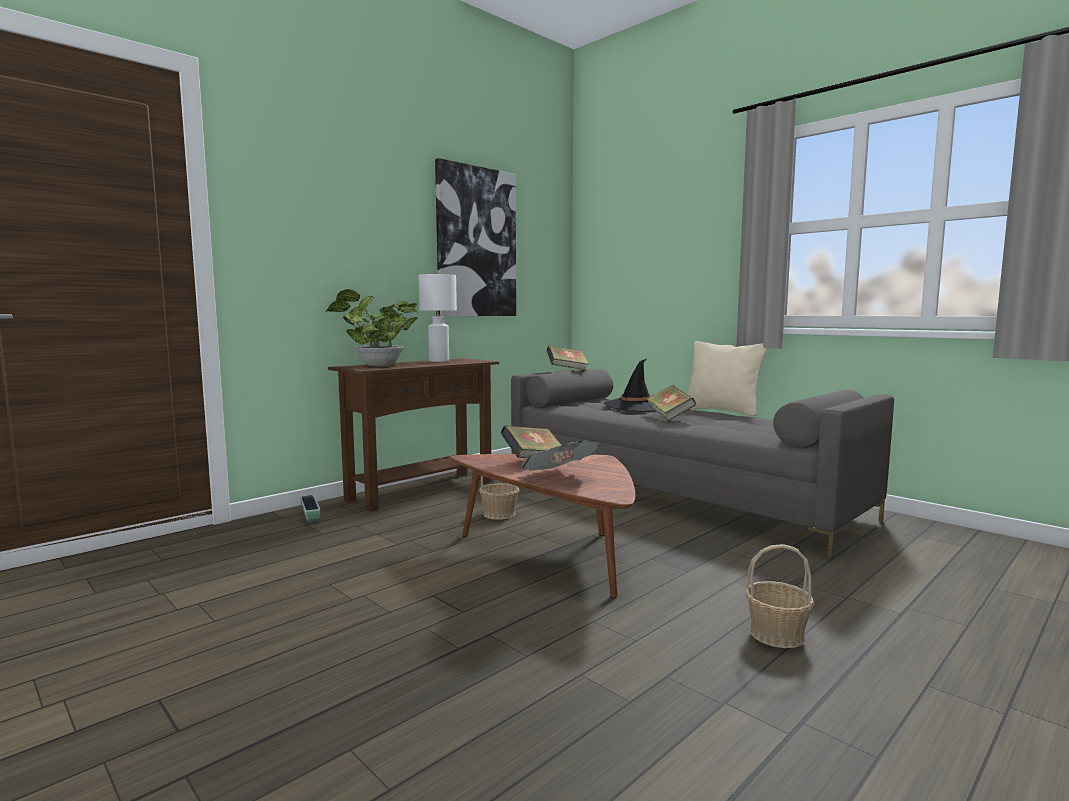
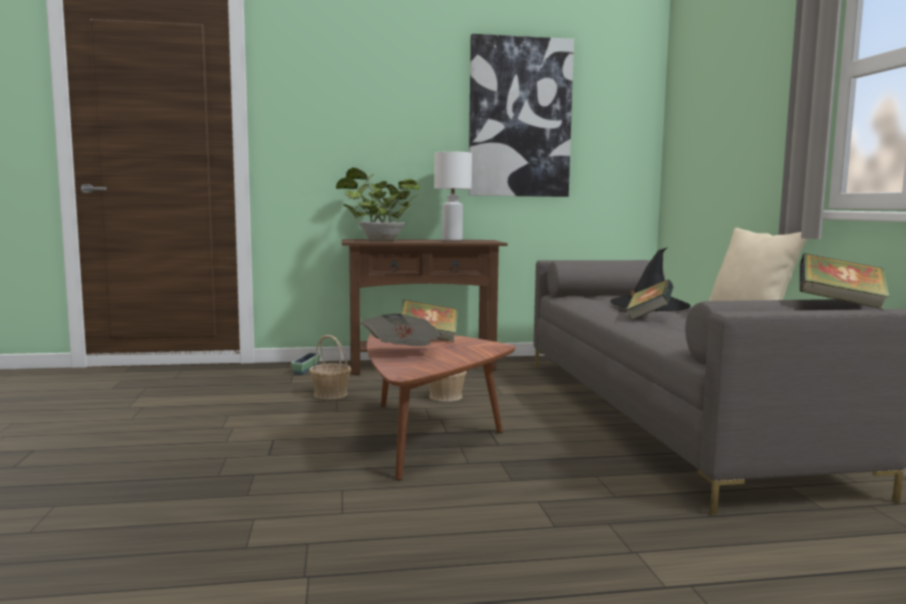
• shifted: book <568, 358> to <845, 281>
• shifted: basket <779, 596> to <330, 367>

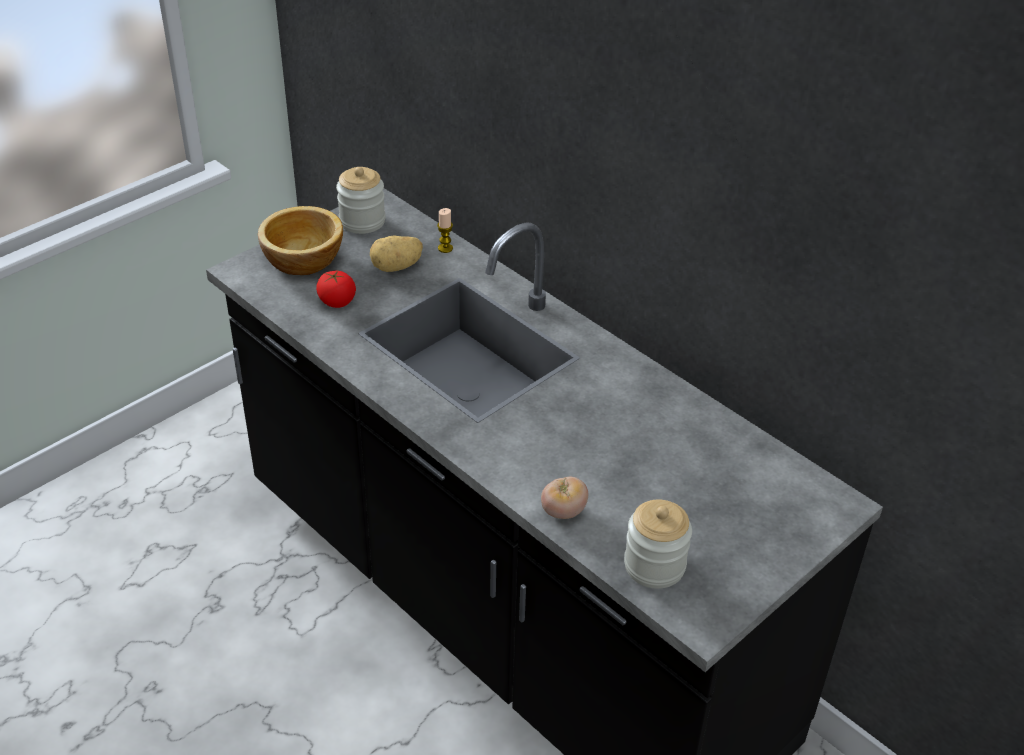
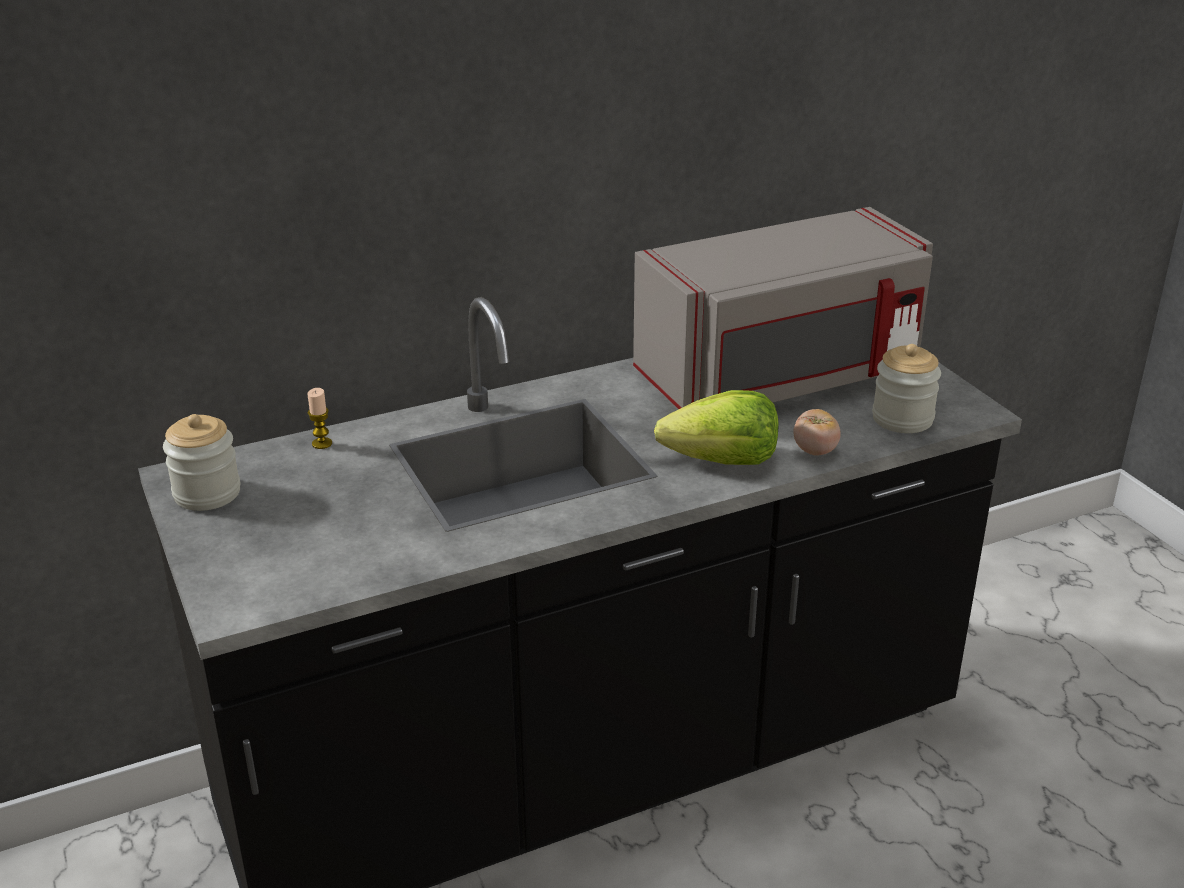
• gone: bowl <300, 240>
• gone: tomato <336, 289>
• gone: potato <396, 254>
• new: grey_microwave <783, 308>
• new: lettuce <716, 427>

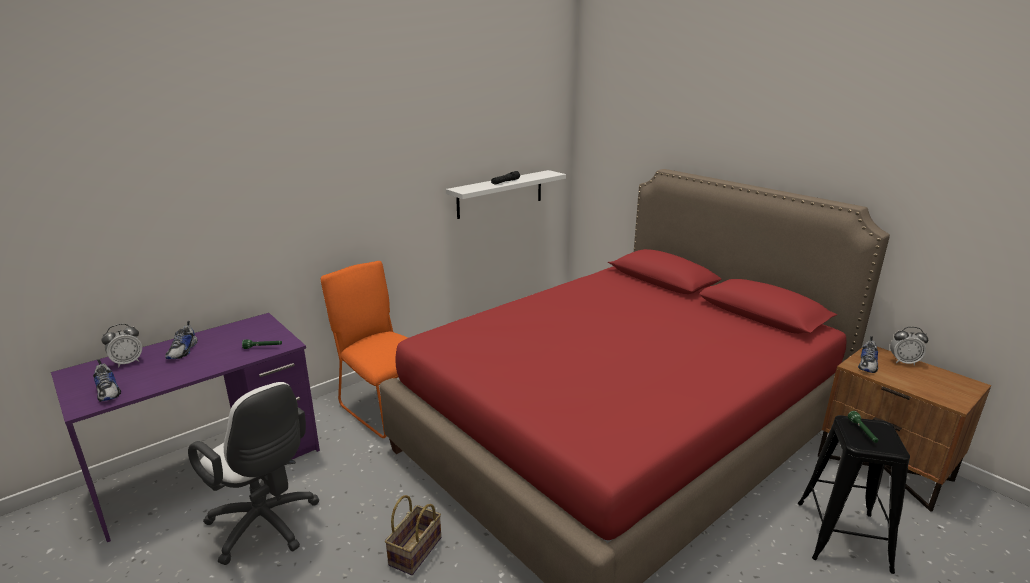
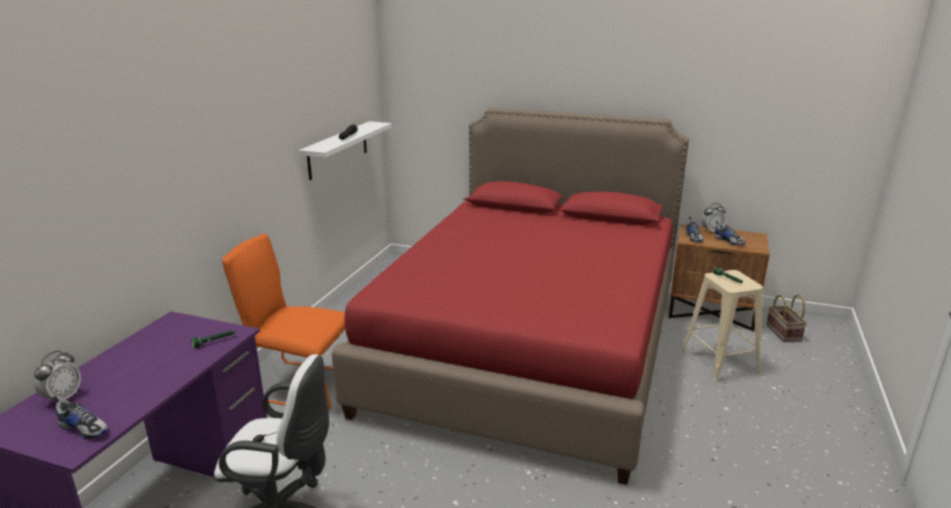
• shifted: shoe <181, 340> to <729, 233>
• shifted: basket <413, 535> to <786, 318>
• repainted: black_stool <854, 494> to beige_stool <721, 326>

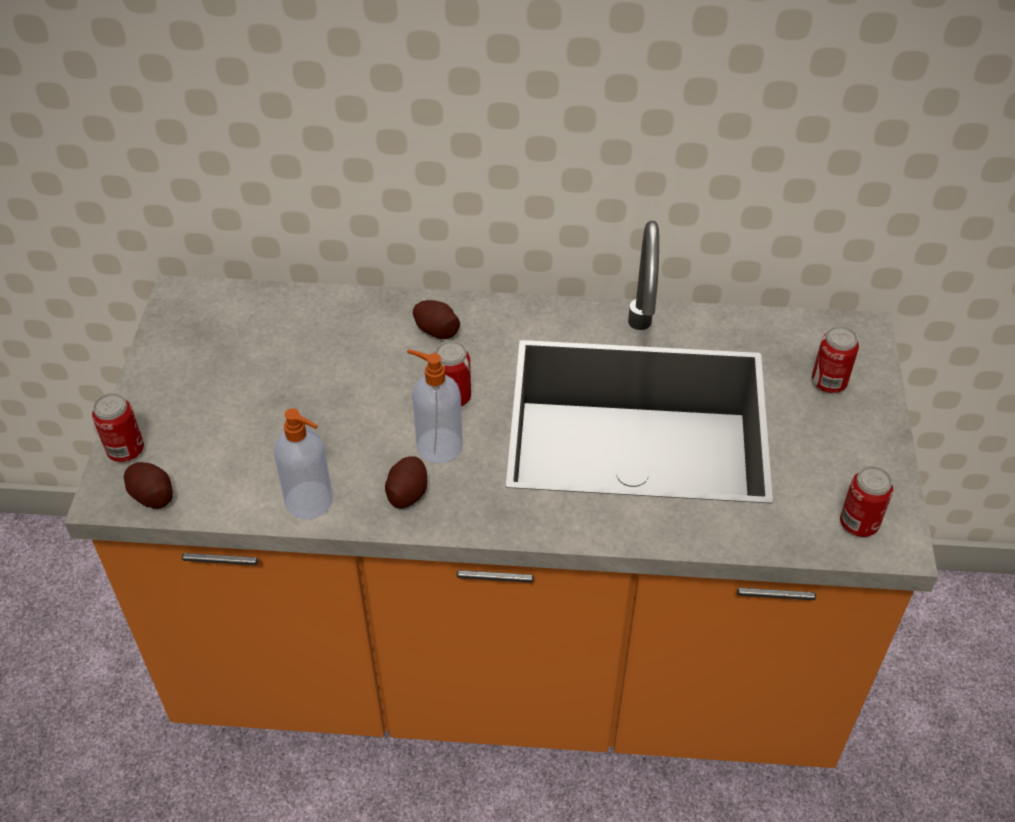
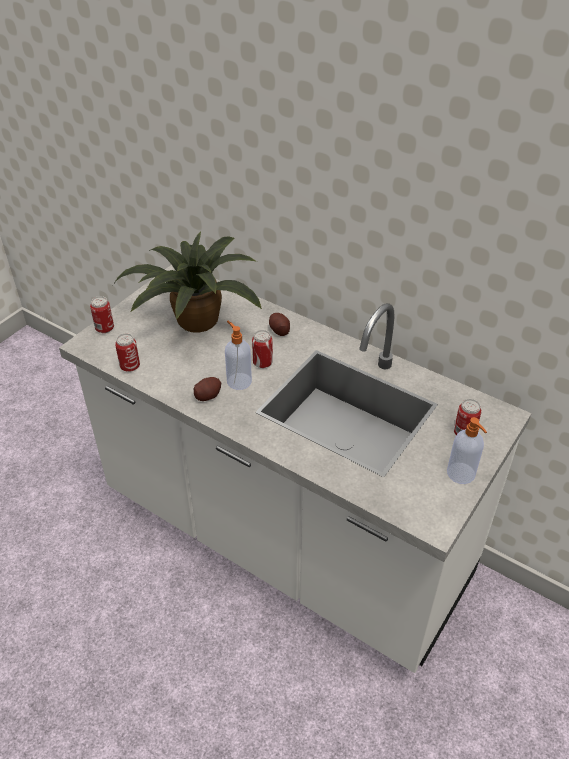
• repainted: orange_counter <501, 494> to white_counter <295, 469>
• gone: potato <148, 485>
• shifted: soap_dispenser <303, 463> to <467, 450>
• shifted: can <866, 501> to <127, 352>
• new: potted_plant <187, 282>

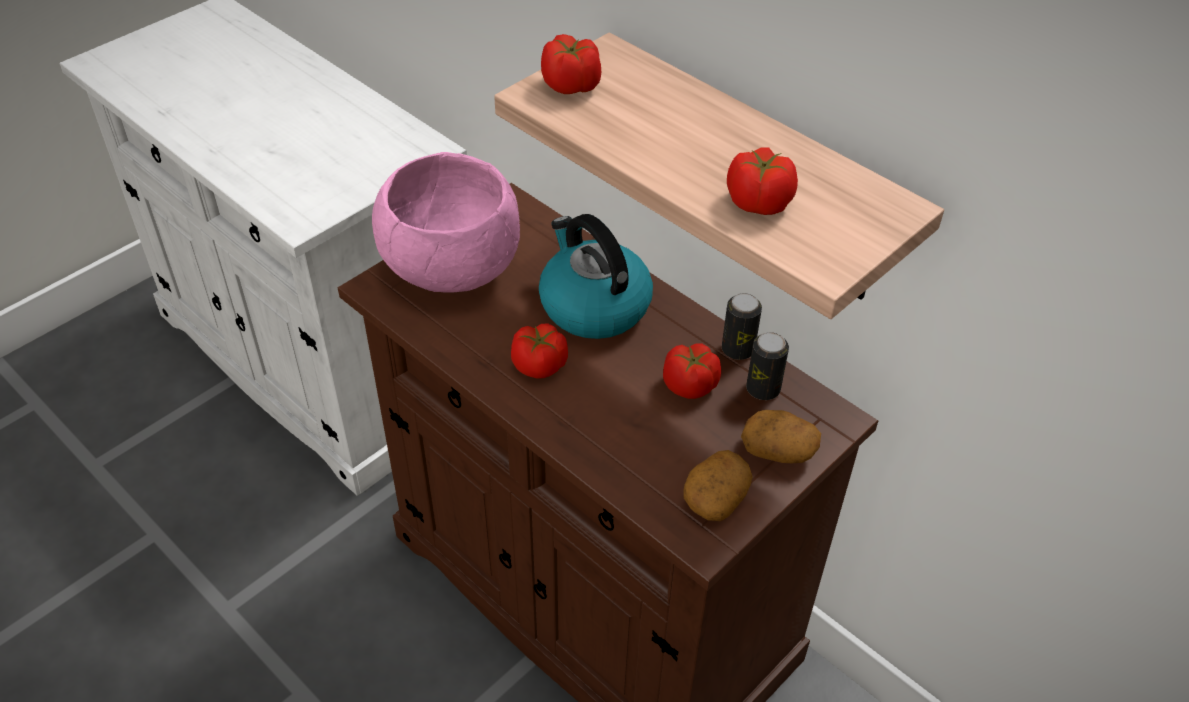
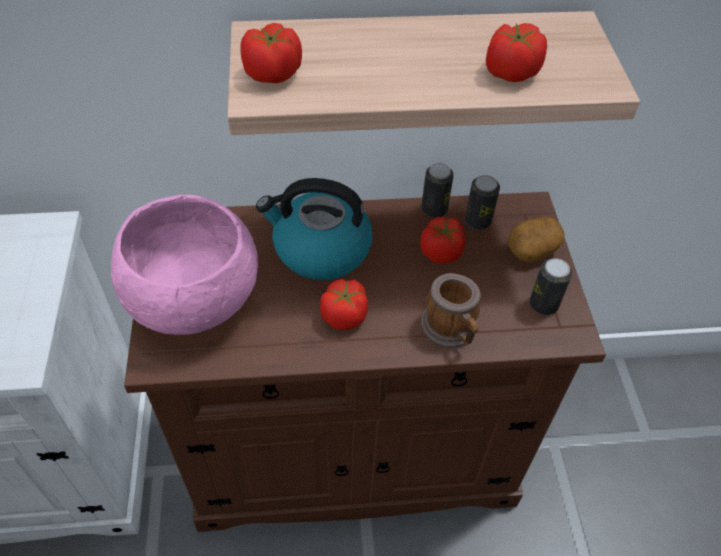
• swapped: potato <718, 485> to can <551, 286>
• new: mug <451, 310>

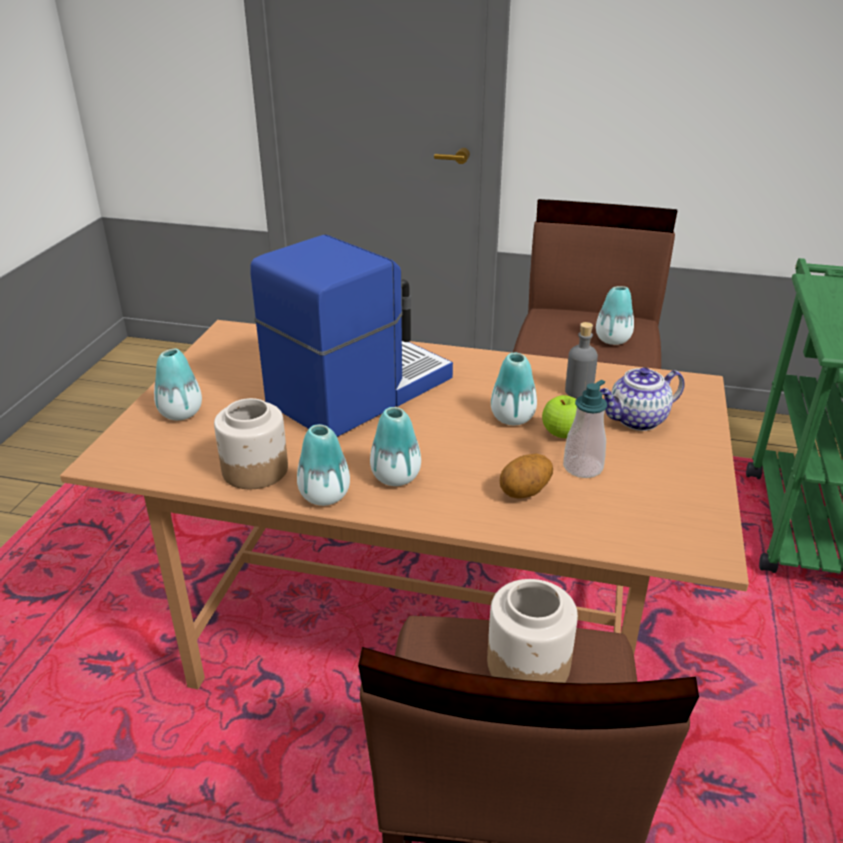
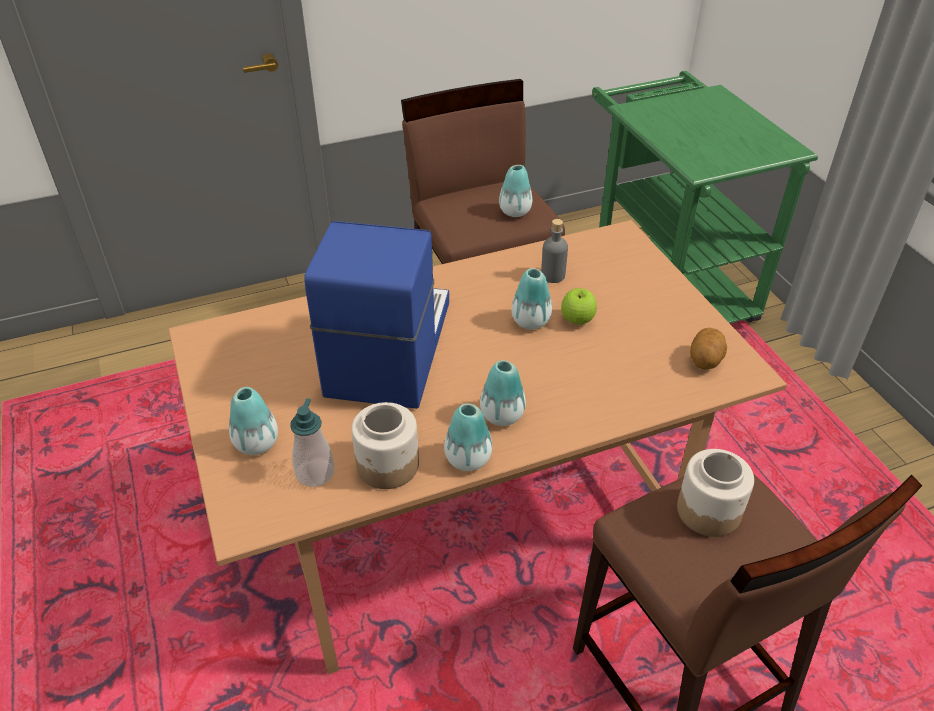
• shifted: potato <526, 476> to <708, 349>
• shifted: soap_dispenser <585, 429> to <312, 442>
• gone: teapot <642, 399>

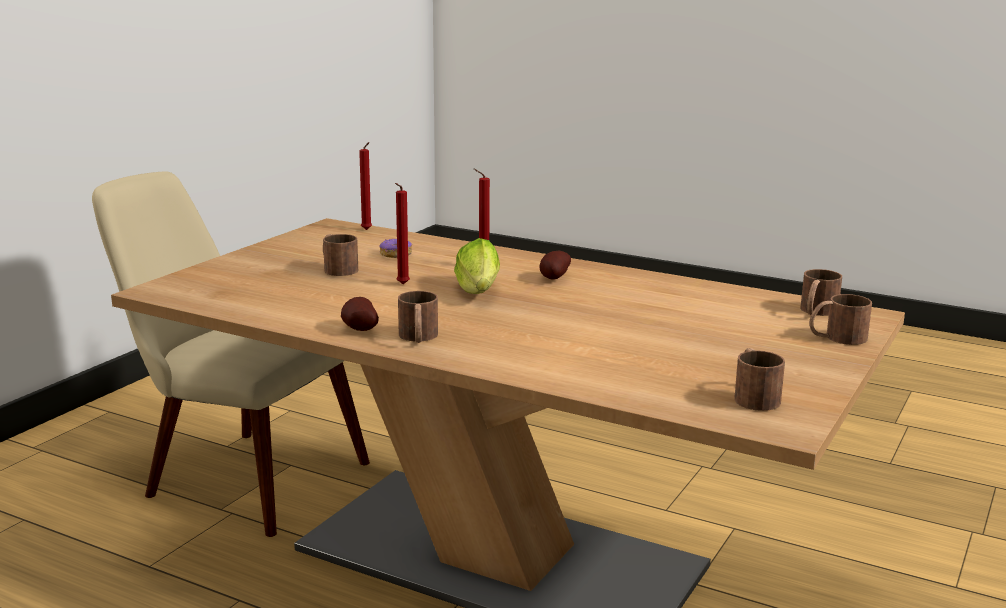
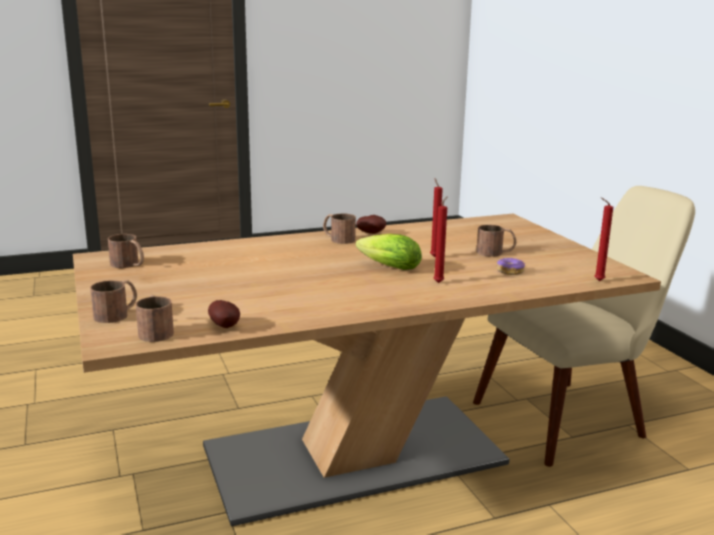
• shifted: potato <555, 265> to <224, 314>

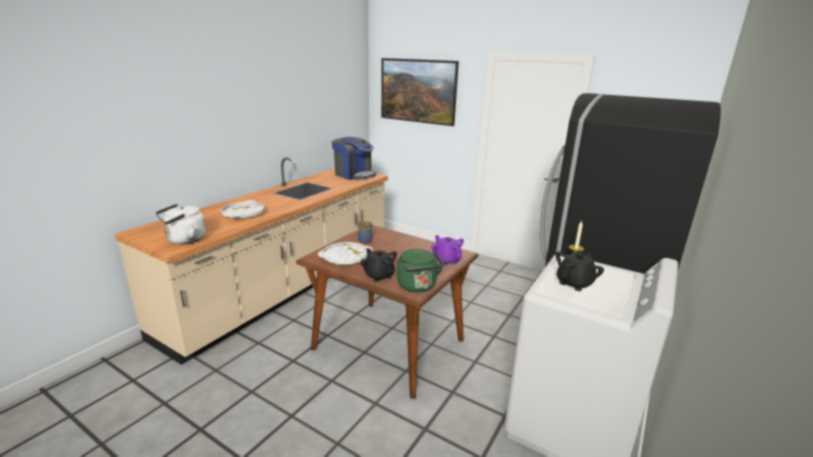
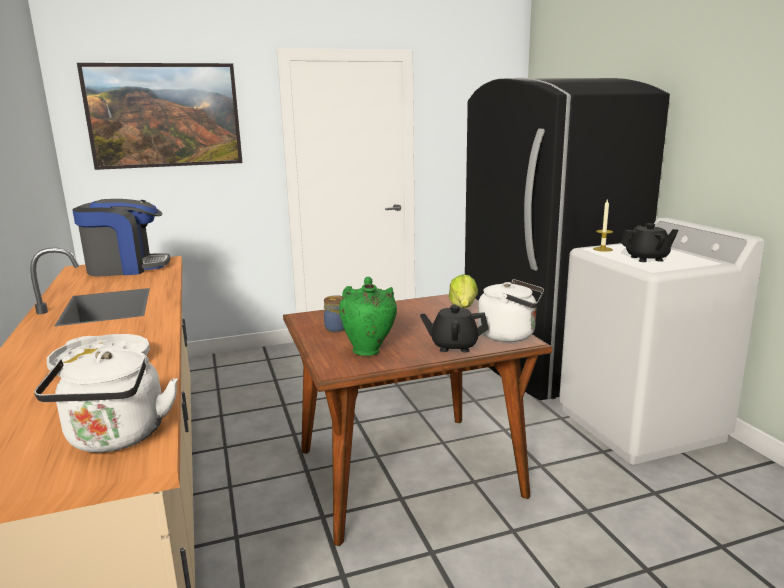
• swapped: white_tray <345, 253> to green_vase <368, 316>
• repainted: green_kettle <421, 270> to white_kettle <511, 310>
• swapped: purple_teapot <447, 250> to lettuce <463, 291>
• rotated: black_teapot <580, 271> = <649, 242> 90 degrees clockwise

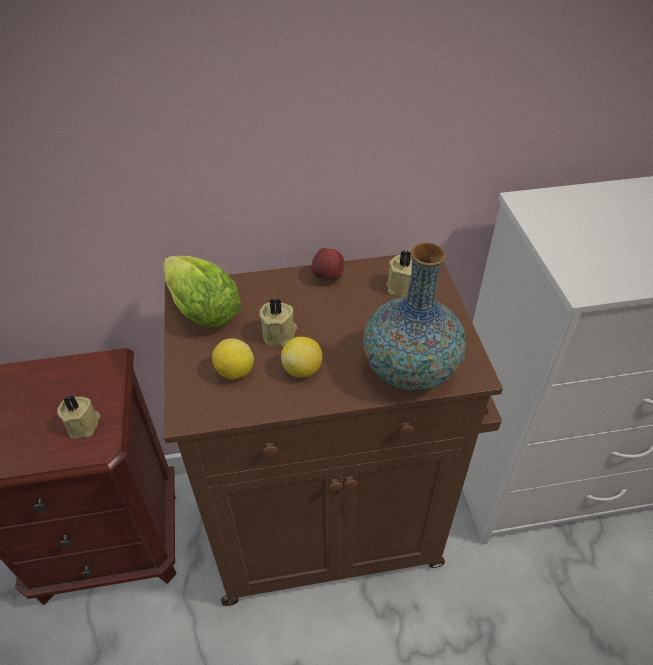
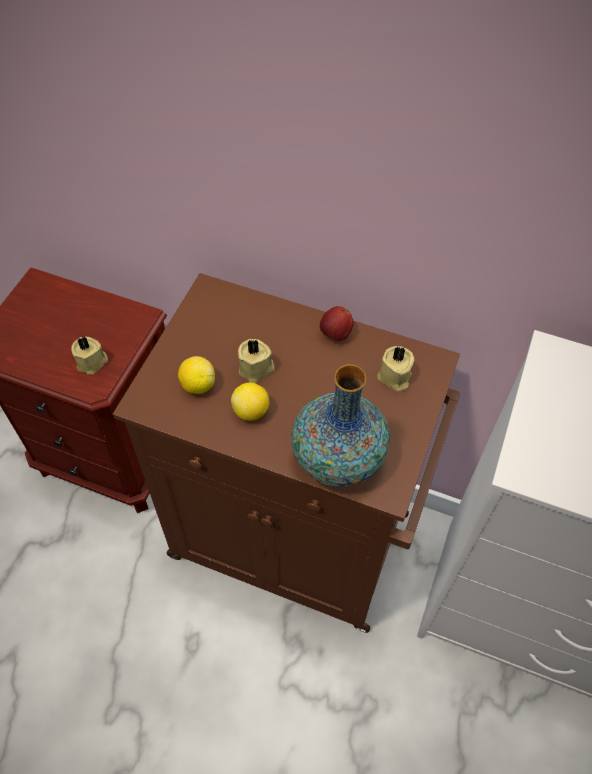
• gone: lettuce <202, 292>

